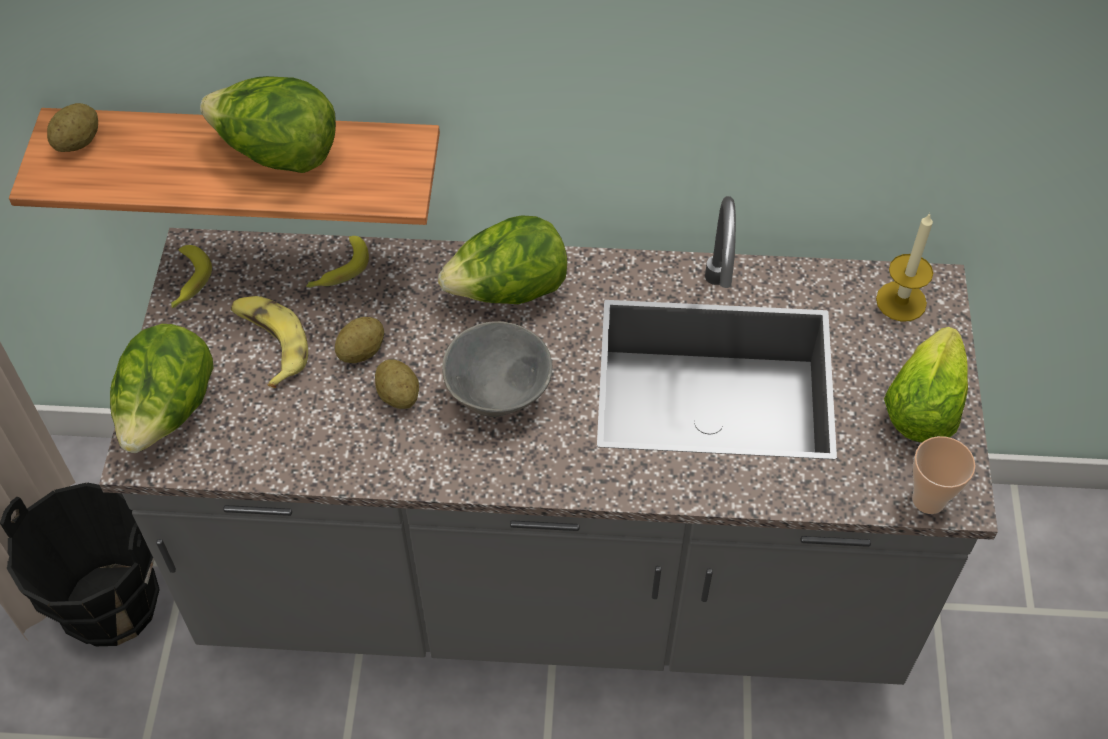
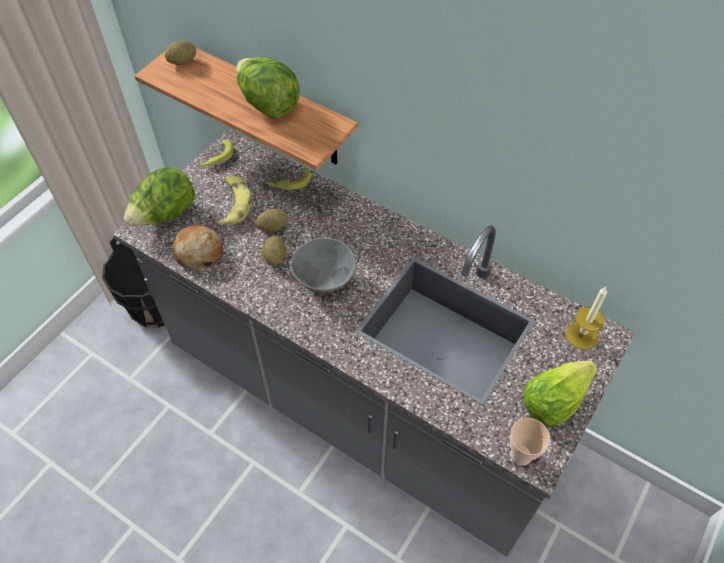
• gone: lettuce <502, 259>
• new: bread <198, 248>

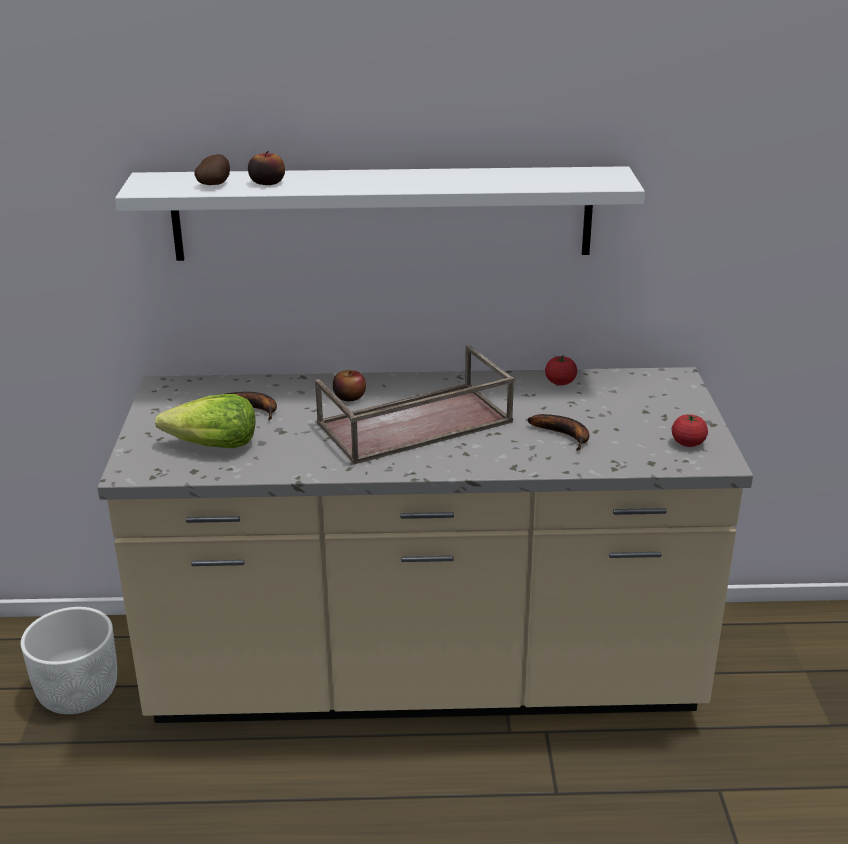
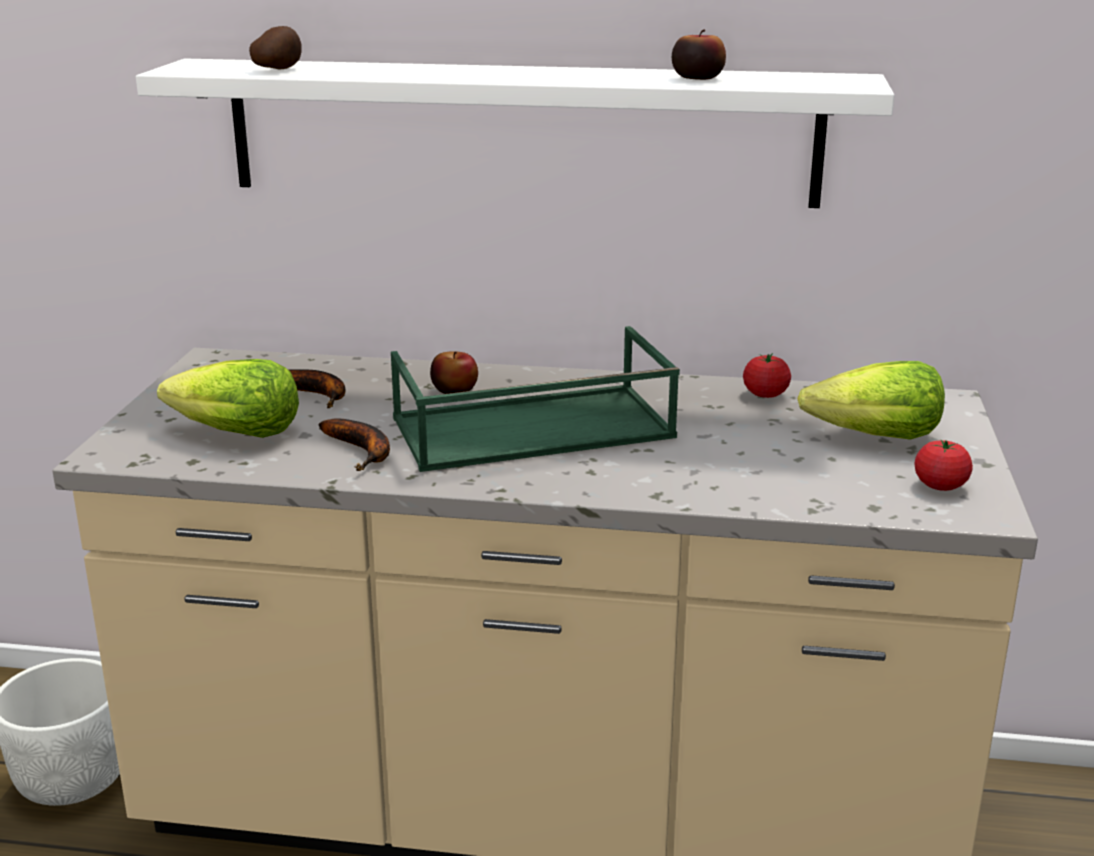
• shifted: apple <266, 168> to <699, 54>
• repainted: brown_tray <414, 405> to green_tray <535, 399>
• shifted: banana <558, 432> to <354, 444>
• new: lettuce <871, 400>

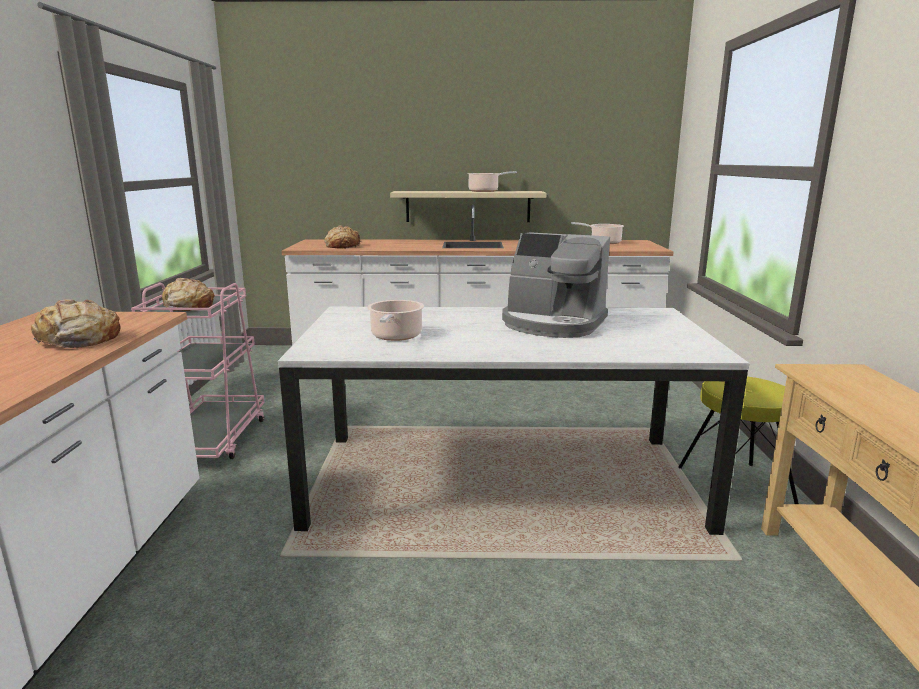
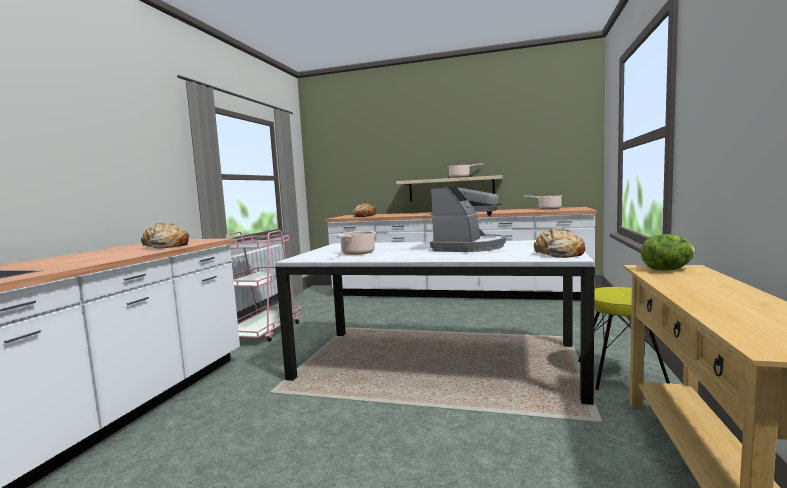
• shifted: bread <188, 294> to <559, 243>
• rotated: coffee_machine <556, 285> = <468, 219> 105 degrees counterclockwise
• new: lettuce <668, 252>

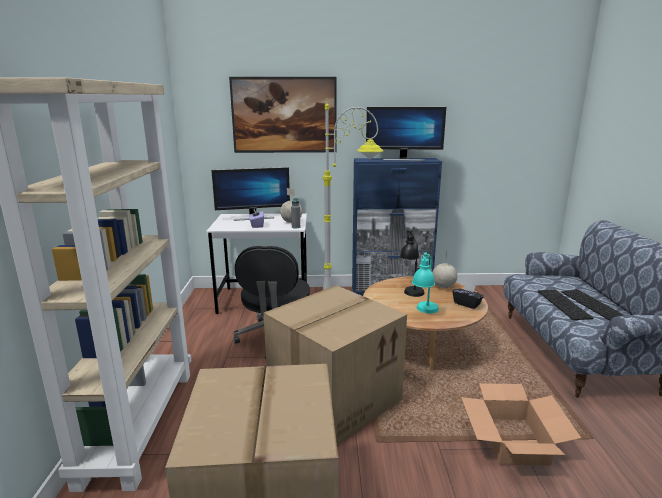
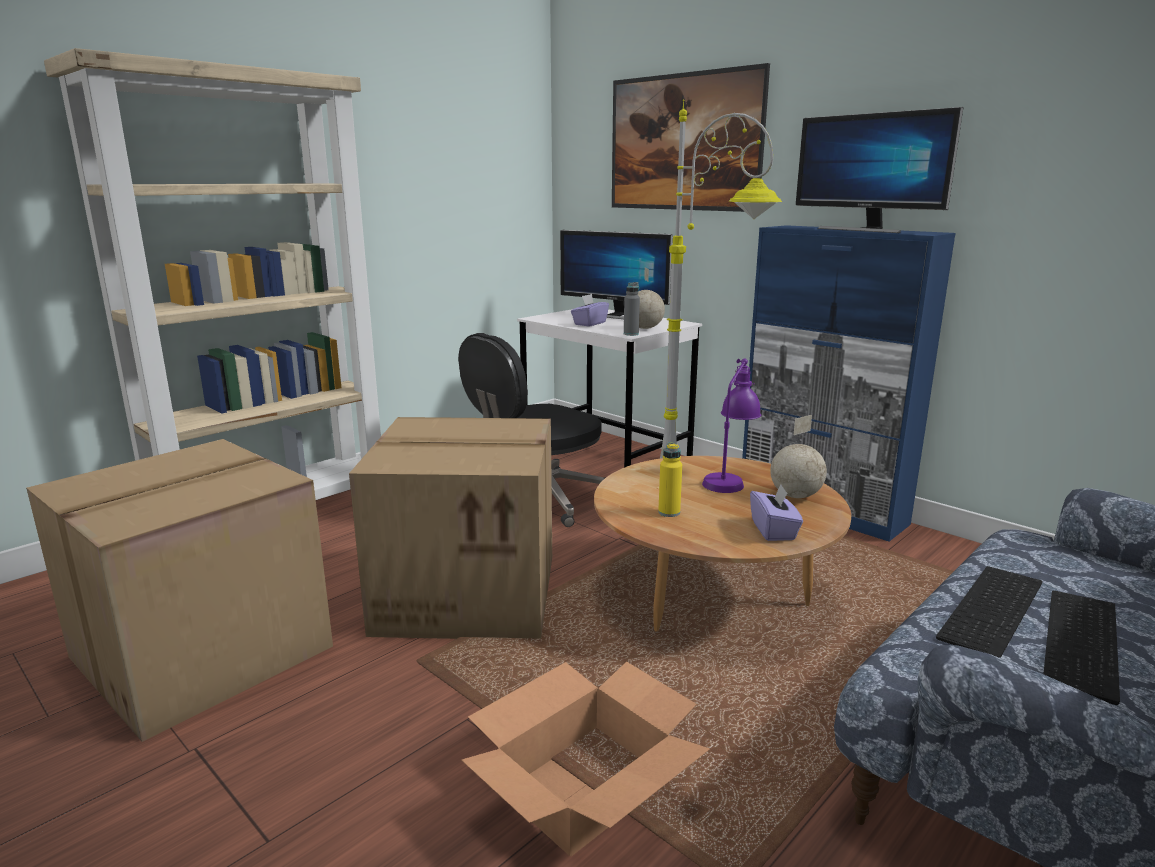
• repainted: black_table_lamp <412, 263> to purple_table_lamp <731, 425>
• swapped: turquoise_table_lamp <425, 282> to yellow_bottle <670, 479>
• repainted: black_tissue_box <468, 296> to purple_tissue_box <776, 512>

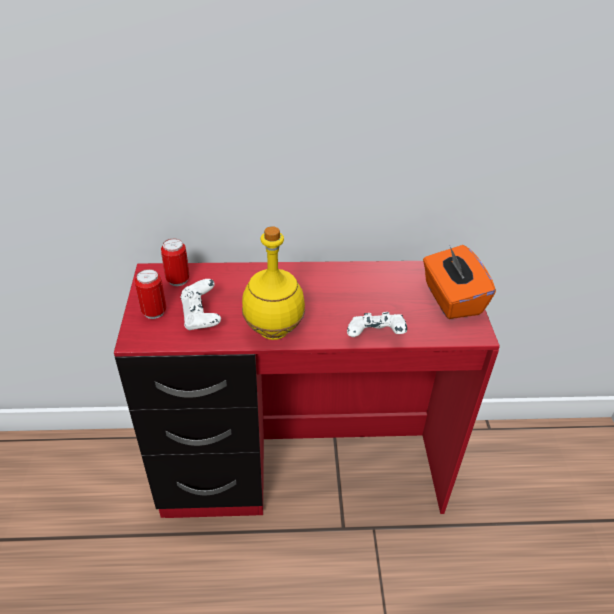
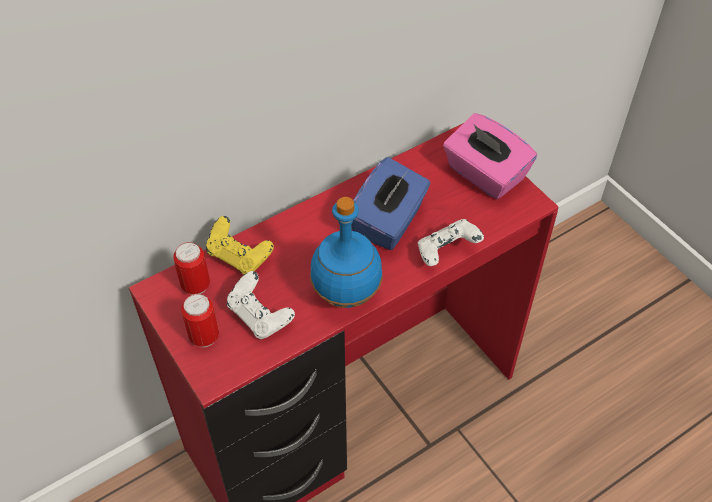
• repainted: yellow_bottle <273, 283> to blue_bottle <346, 252>
• repainted: orange_tissue_box <459, 282> to pink_tissue_box <490, 156>
• new: yellow_game_controller <240, 245>
• new: blue_tissue_box <391, 203>

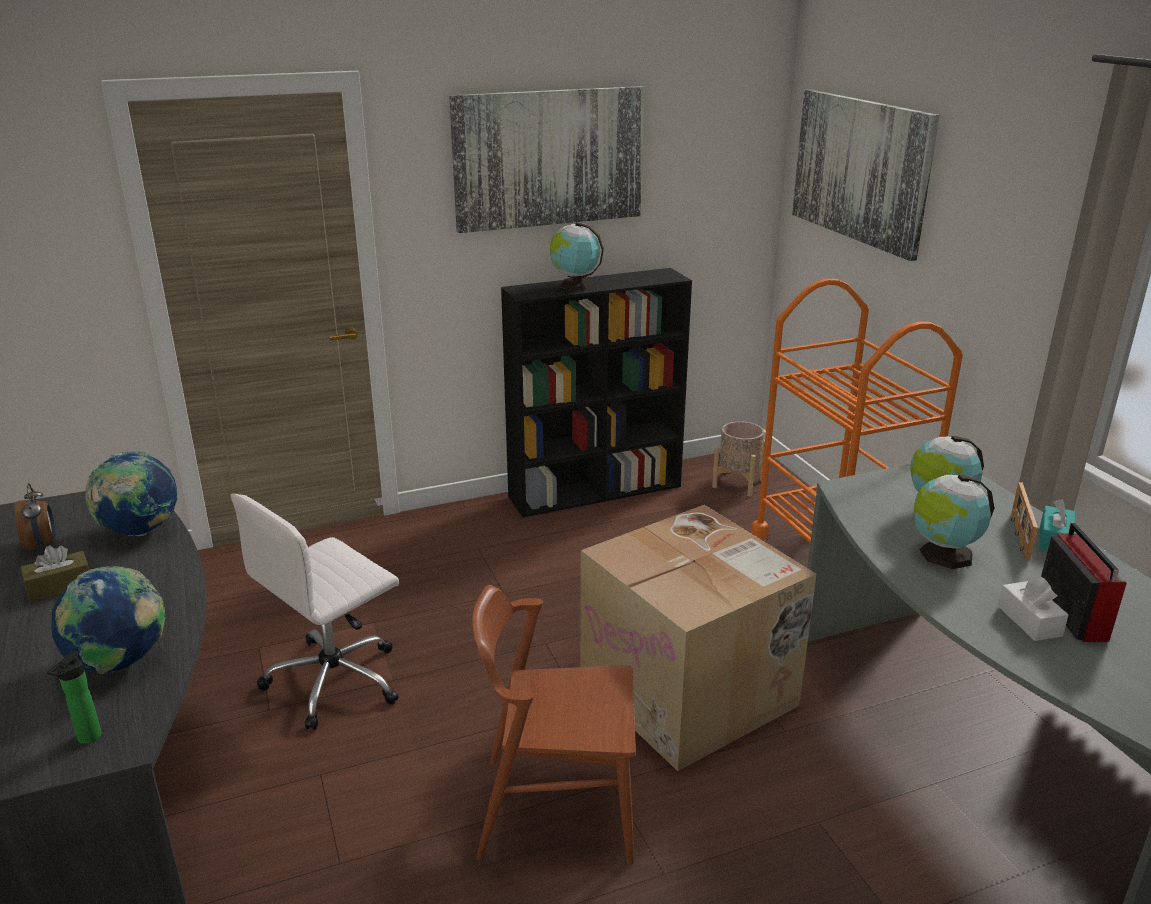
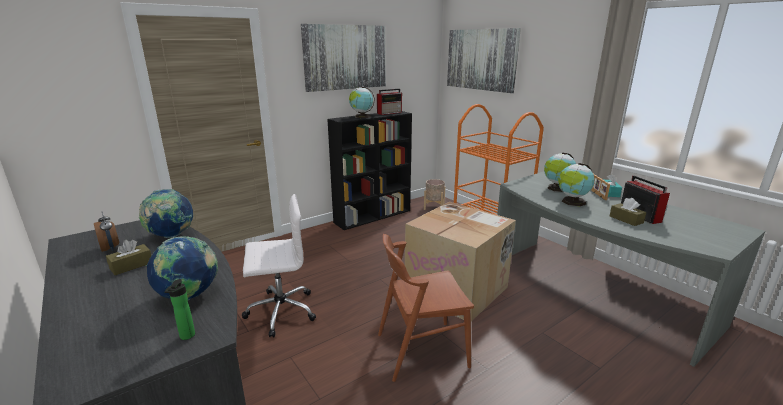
• rotated: white_office_chair <315, 612> = <279, 265> 135 degrees counterclockwise
• repainted: white_tissue_box <1033, 608> to brown_tissue_box <628, 212>
• new: radio <389, 102>

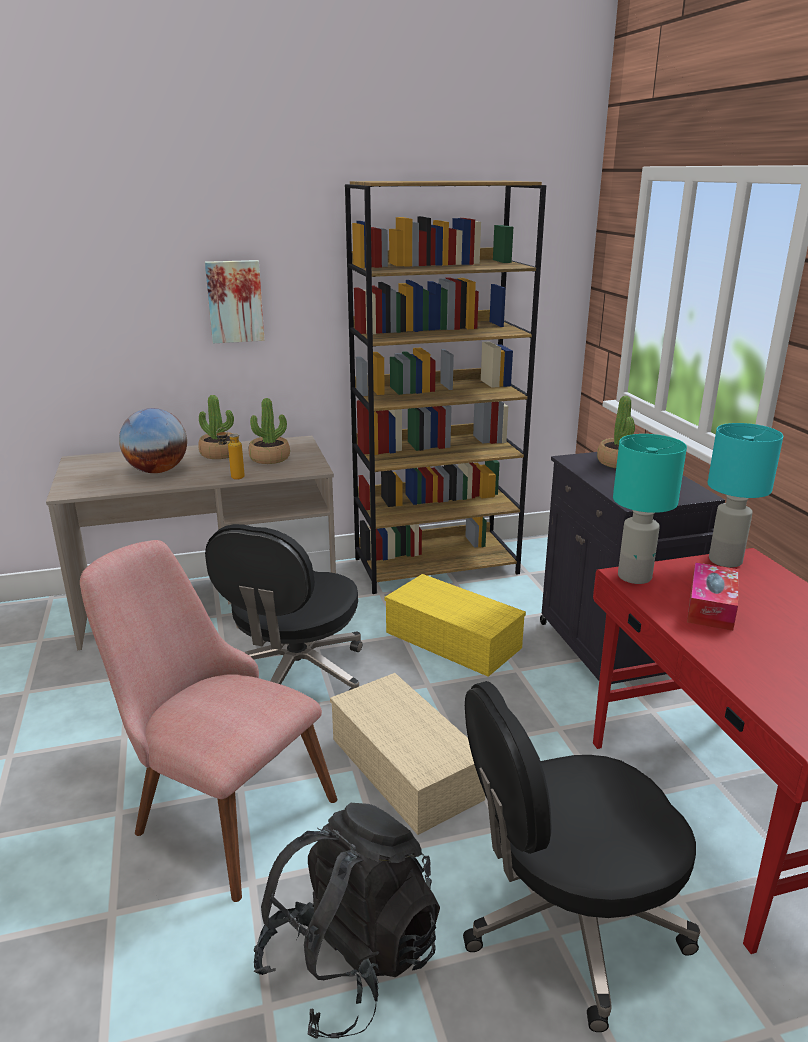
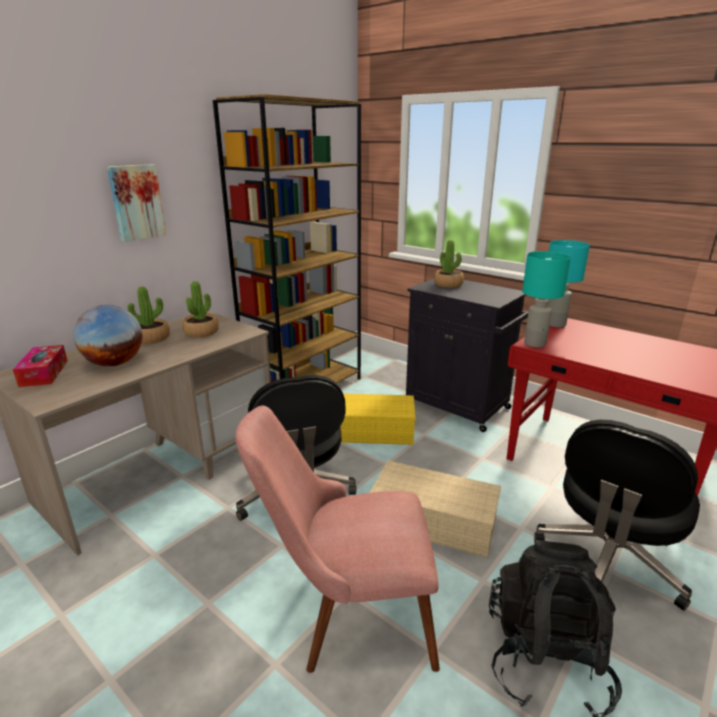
• gone: bottle <230, 453>
• shifted: tissue_box <712, 596> to <40, 366>

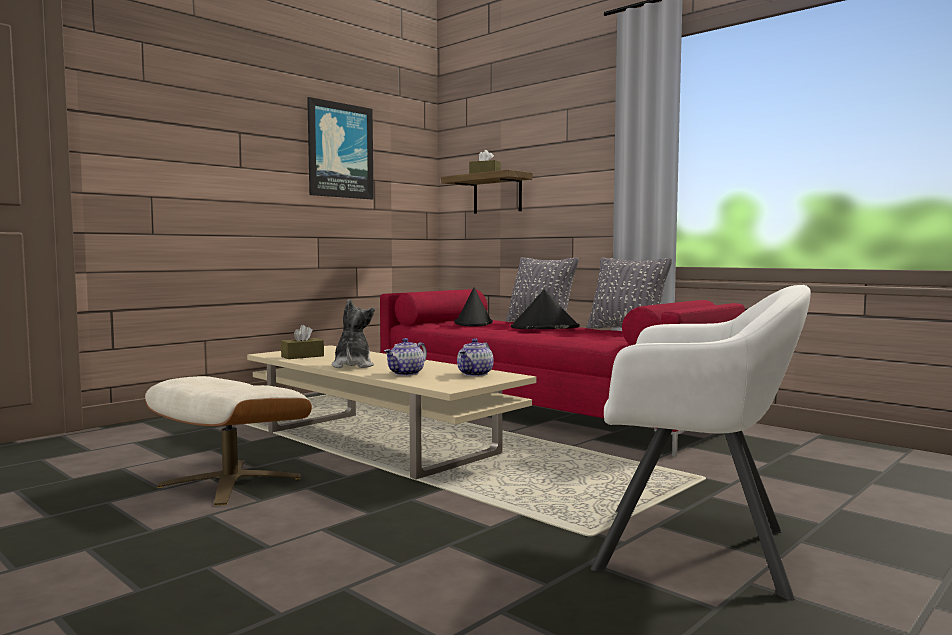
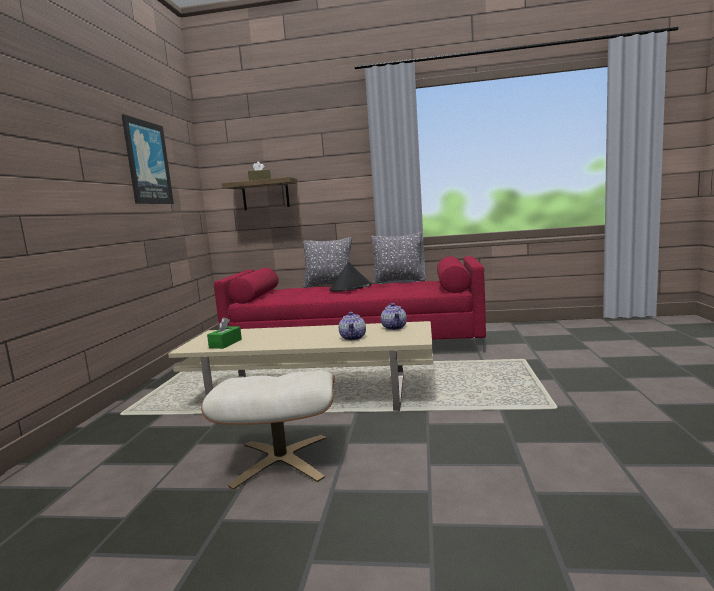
• repainted: brown_tissue_box <302, 342> to green_tissue_box <224, 333>
• gone: plush_toy <353, 333>
• gone: black_hat <474, 307>
• gone: white_armchair <700, 443>

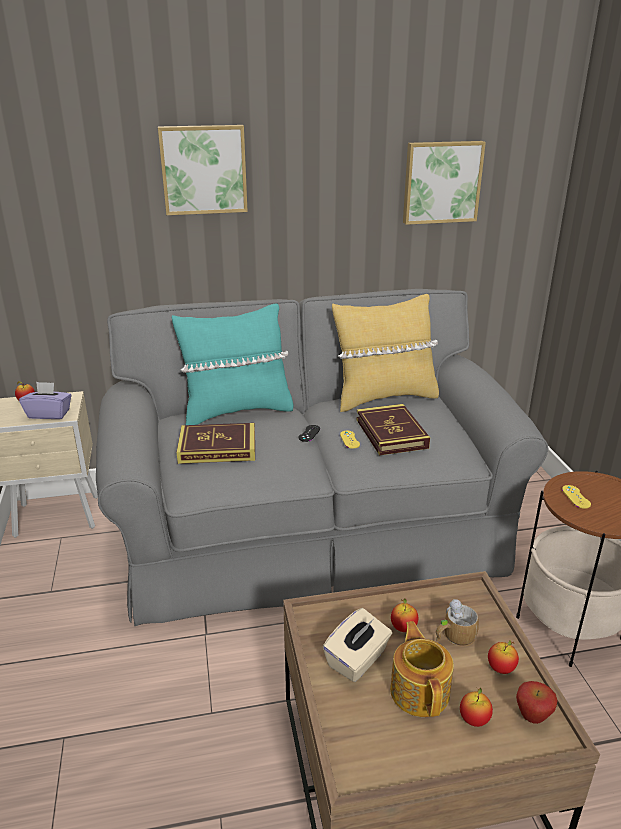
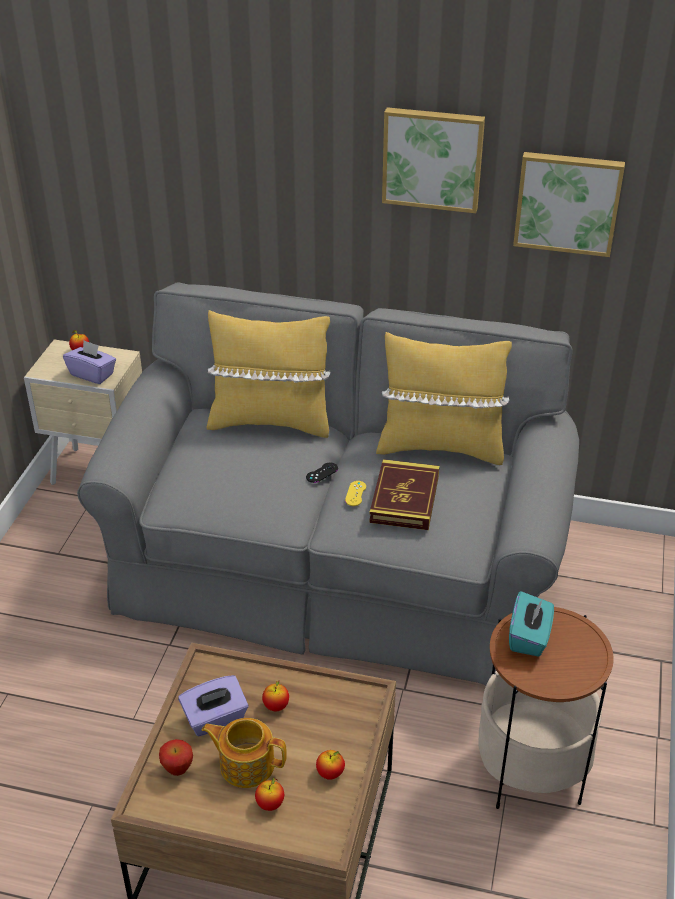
• shifted: picture <203, 170> to <433, 160>
• repainted: turquoise_pillow <232, 364> to yellow_pillow <269, 374>
• gone: book <216, 443>
• repainted: beige_tissue_box <357, 645> to purple_tissue_box <213, 705>
• rotated: teapot <422, 669> = <244, 753> 90 degrees counterclockwise
• gone: mug <457, 623>
• shifted: apple <537, 702> to <176, 757>
• swapped: yellow_game_controller <576, 497> to turquoise_tissue_box <531, 624>

